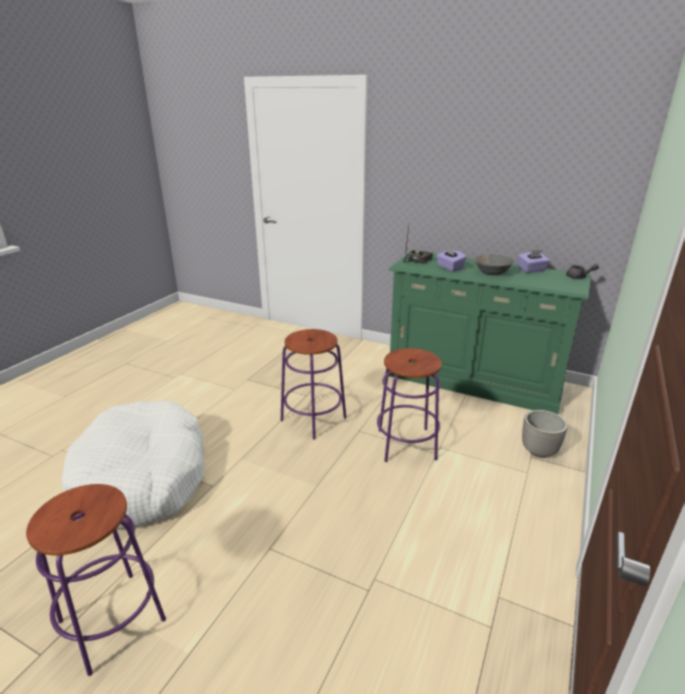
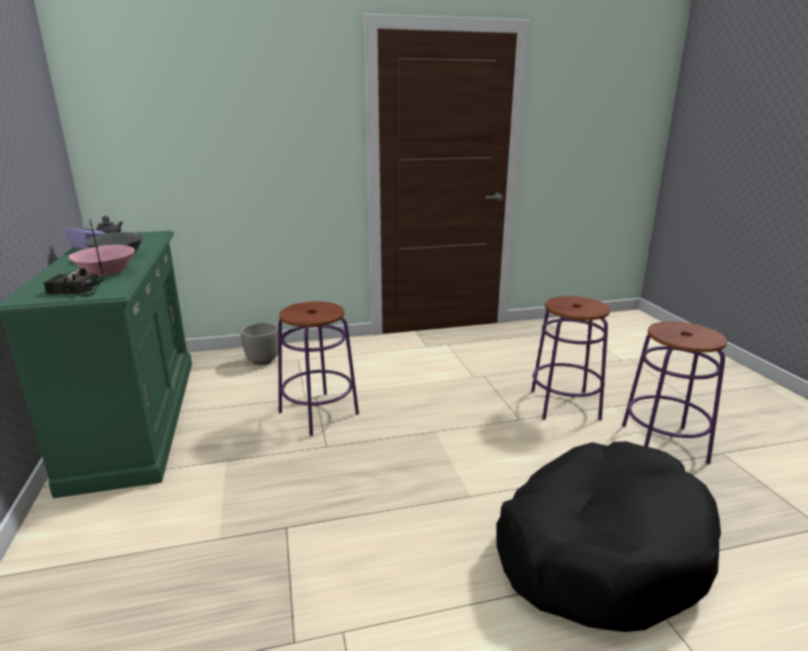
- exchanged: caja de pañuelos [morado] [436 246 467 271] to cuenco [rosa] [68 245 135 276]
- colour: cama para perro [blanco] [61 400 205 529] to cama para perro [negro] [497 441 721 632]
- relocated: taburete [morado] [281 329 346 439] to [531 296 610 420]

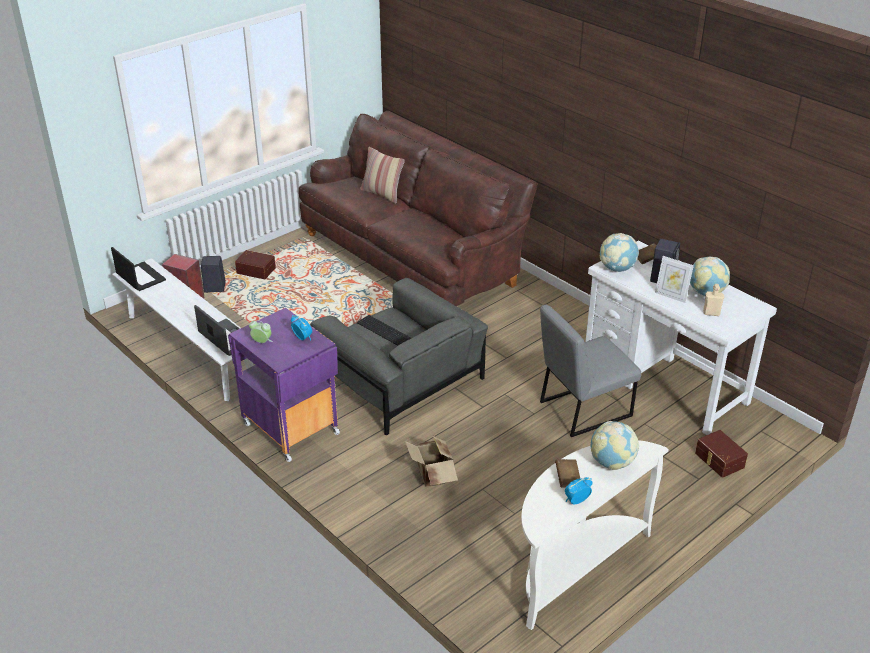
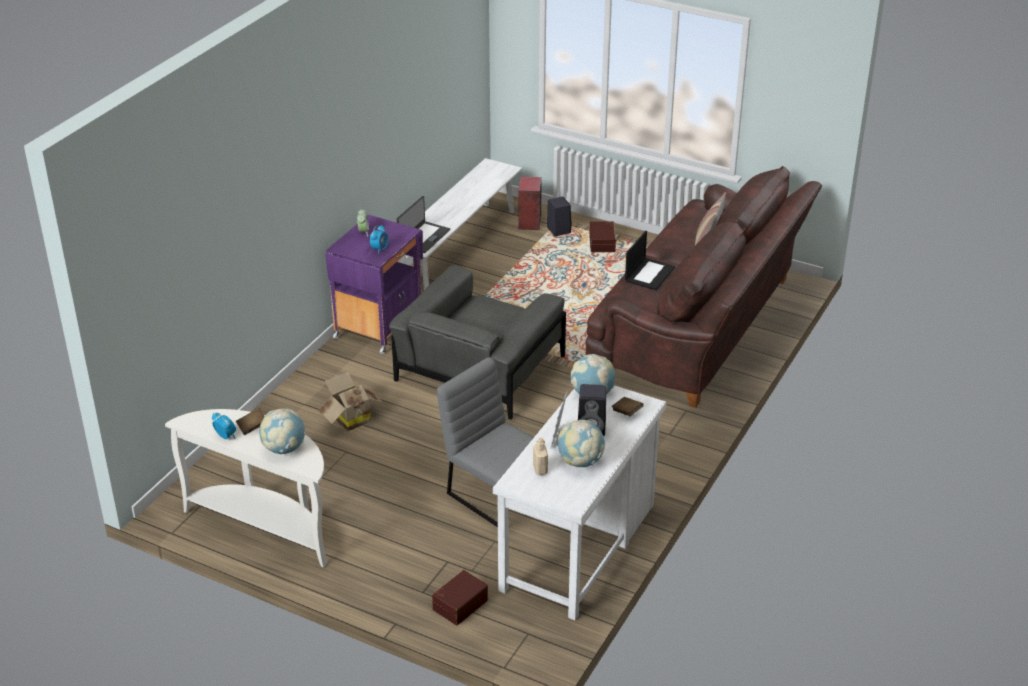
- relocated: portátil [111 247 166 291] to [625 231 675 290]
- missing: teclado [357 315 411 346]

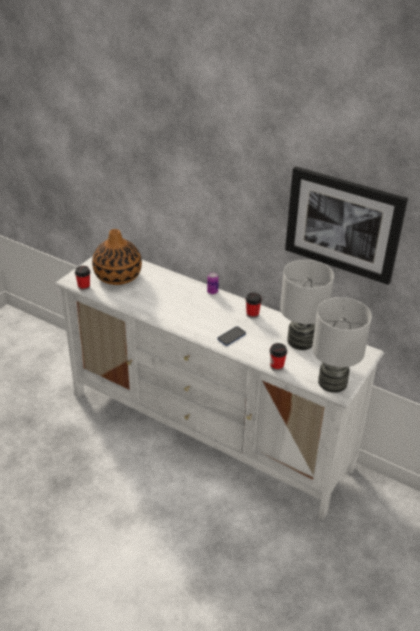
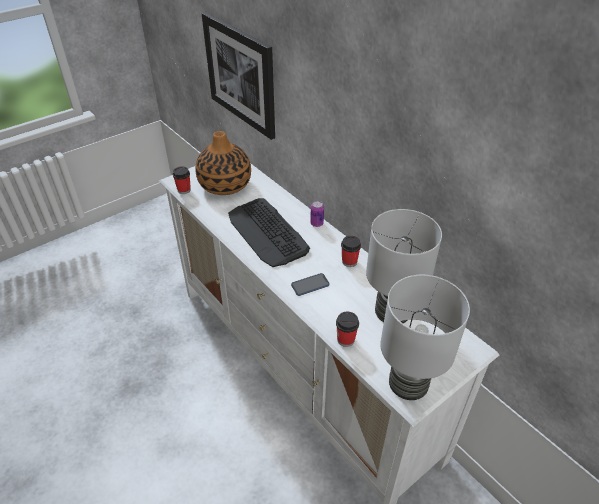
- relocated: cuadro [285 166 408 285] to [202 12 275 140]
- appeared: teclado [228 198 310 267]

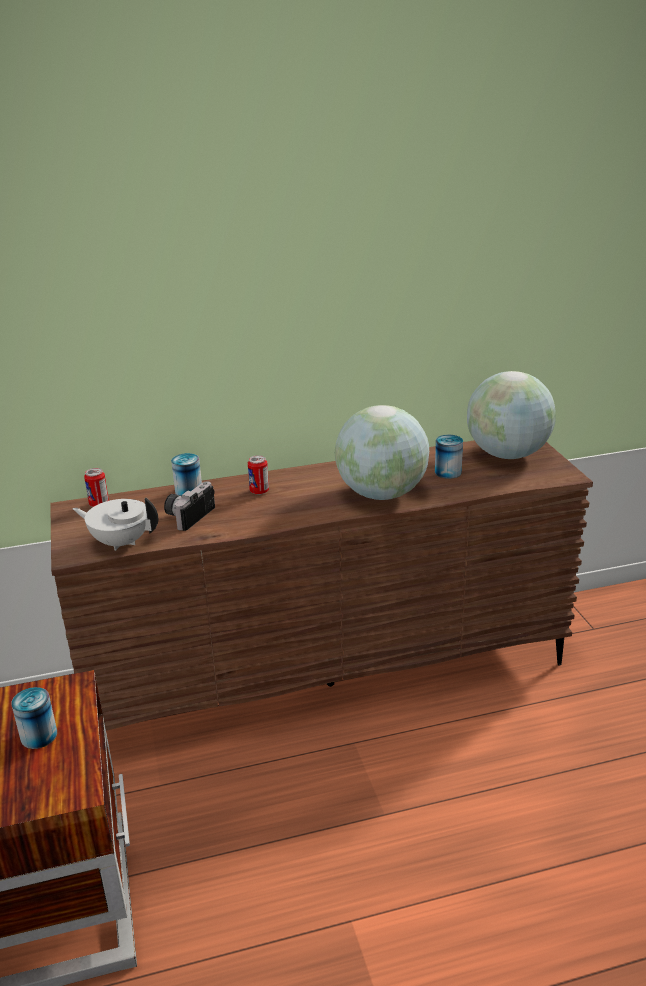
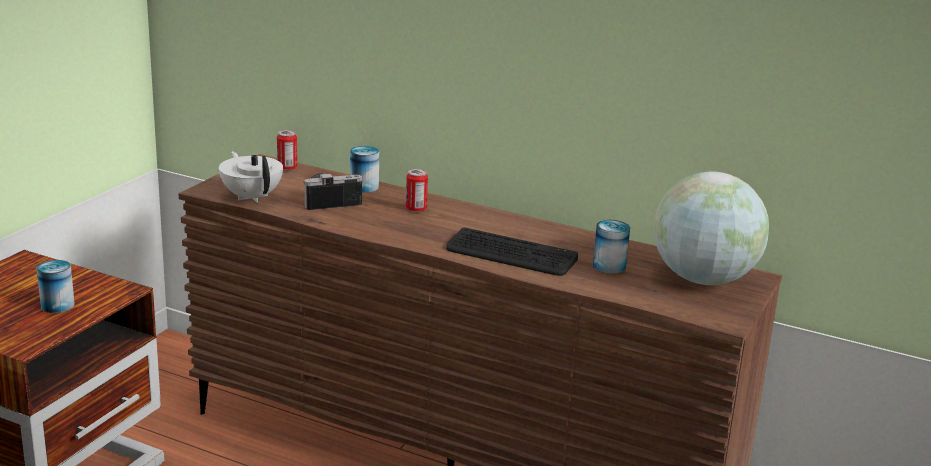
- exchanged: globo terráqueo [335 405 429 500] to teclado [446 228 578 276]

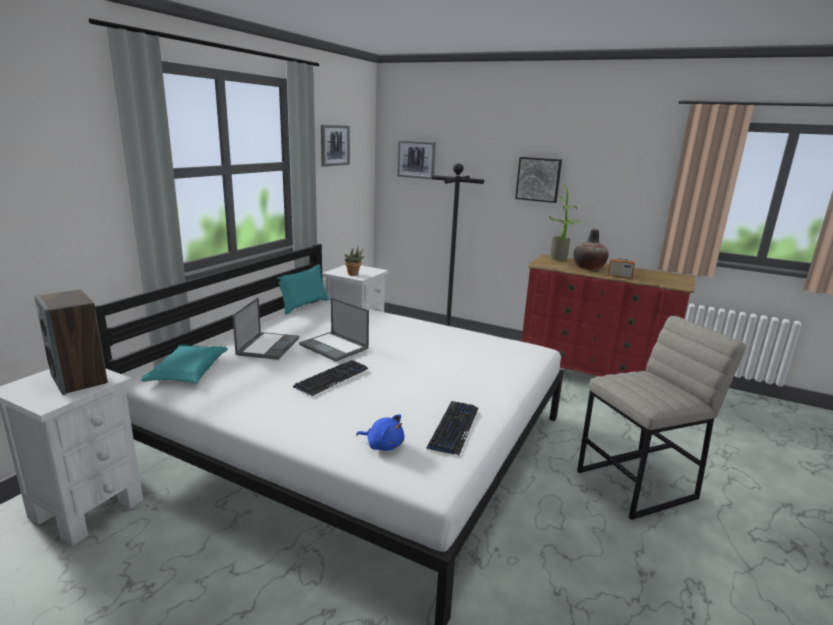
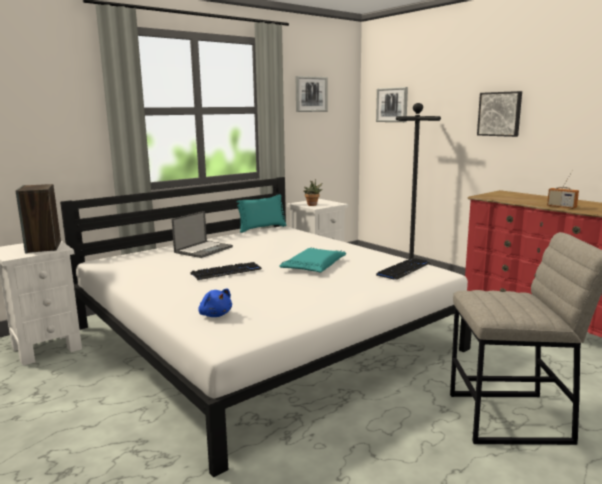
- relocated: cojín [turquesa] [141 344 228 384] to [279 248 346 273]
- relocated: teclado [427 401 478 455] to [376 258 430 280]
- missing: portátil [299 297 369 361]
- missing: planta en maceta [549 184 587 261]
- missing: florero [574 229 609 270]

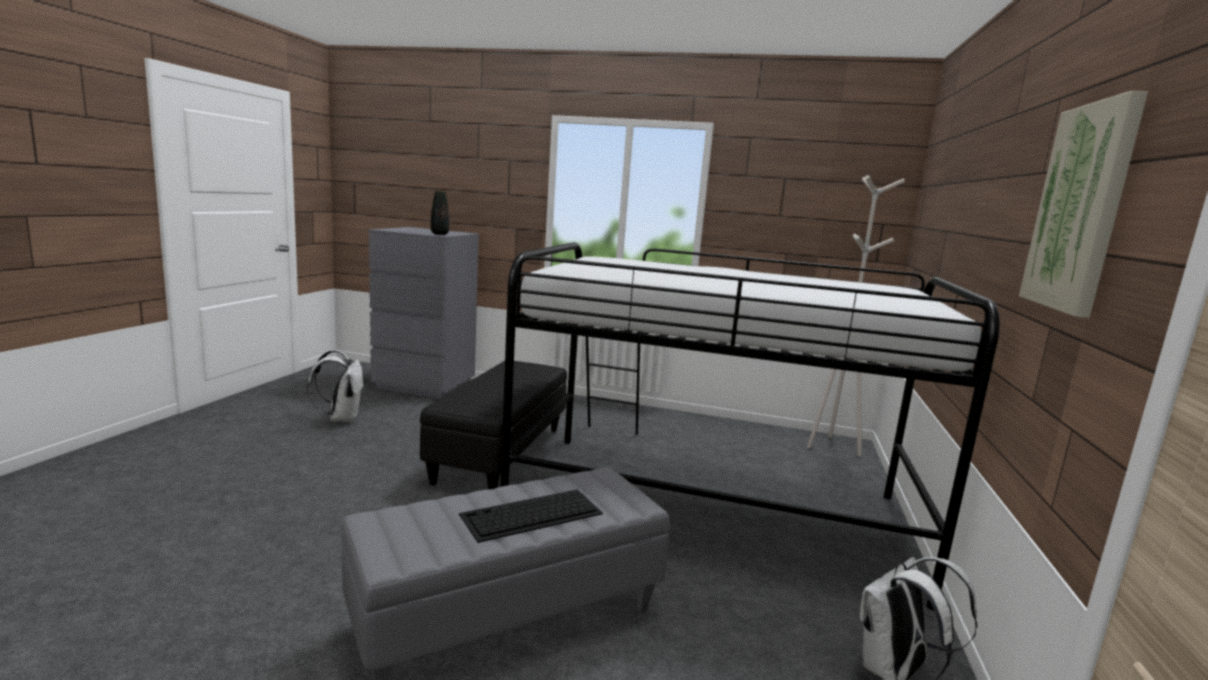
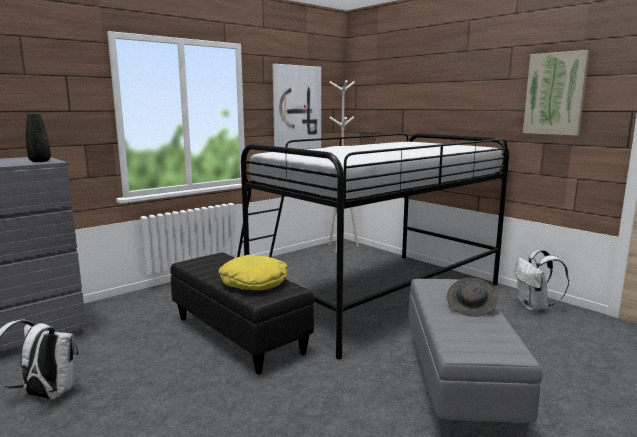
- appeared: cojín [amarillo] [219 255 288 290]
- appeared: cuadro [273 64 321 149]
- exchanged: teclado [459 489 603 543] to sombrero [gris] [447 278 498 317]

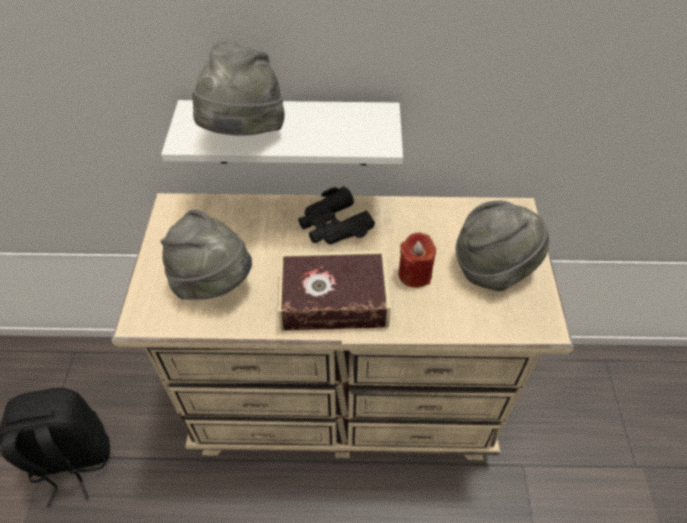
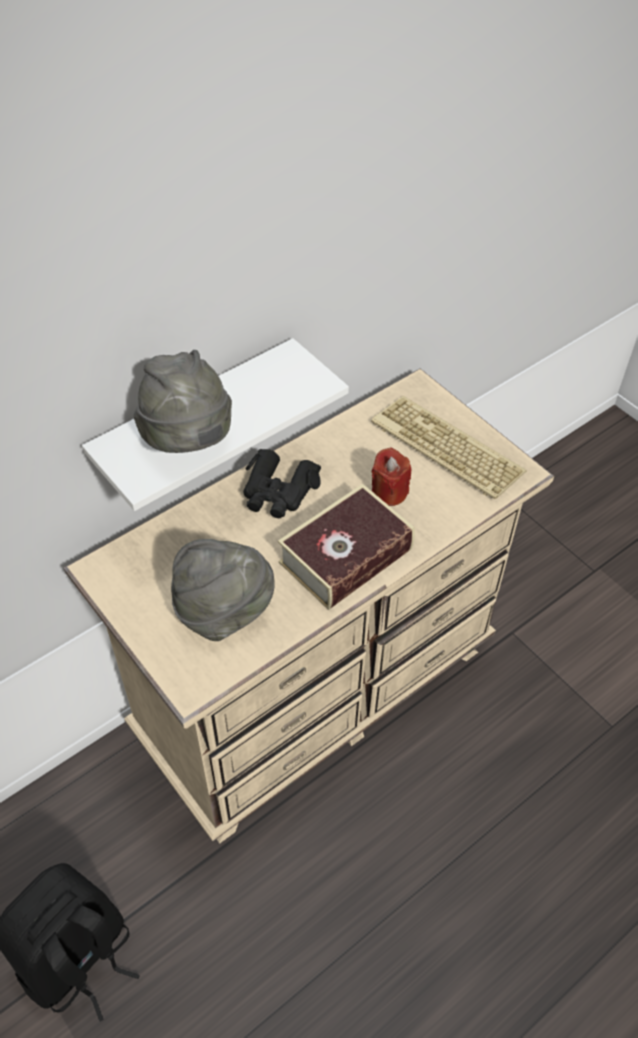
- exchanged: sombrero [gris] [456 200 549 291] to teclado [371 396 527 499]

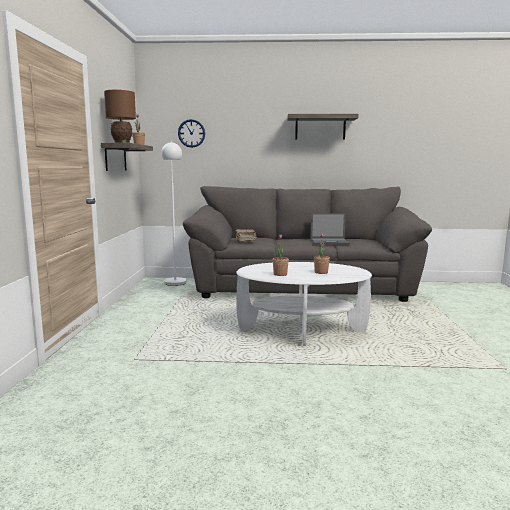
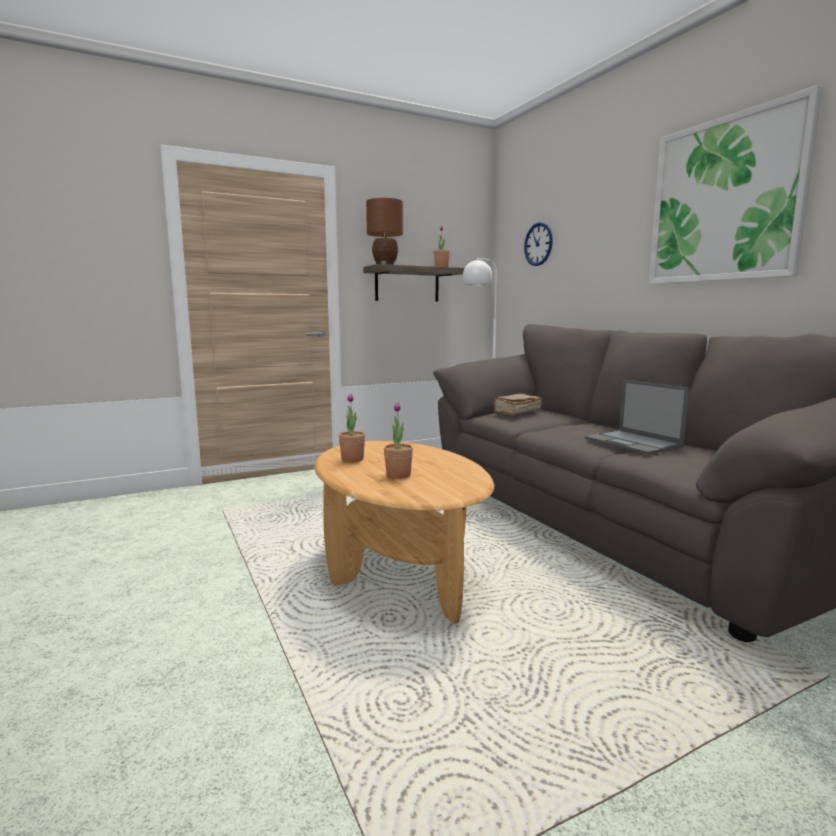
- colour: mesa de centro [blanco] [236 262 372 346] to mesa de centro [marrón] [314 441 494 624]
- exchanged: estante [287 114 359 140] to cuadro [649 85 823 284]

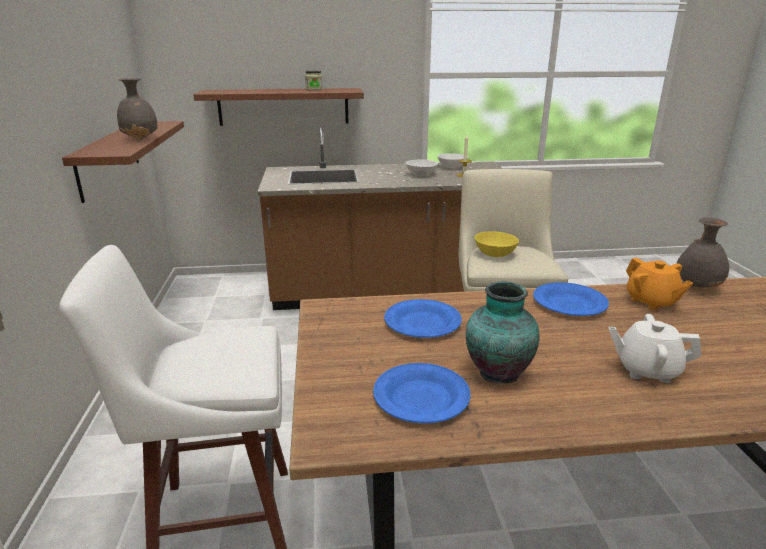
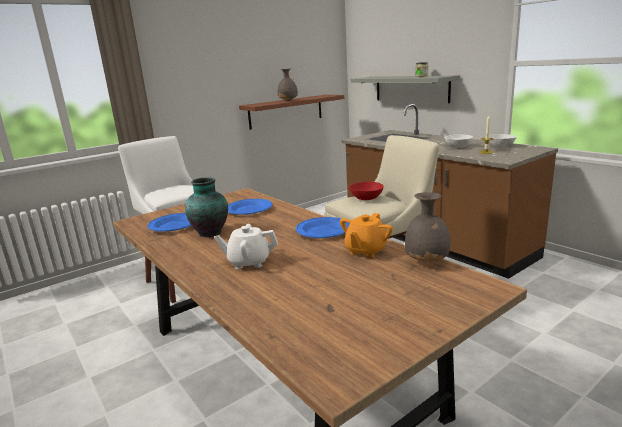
- spun: tetera [blanco] [608 314 701 383] = [214 224 278 269] 75 degrees counterclockwise
- colour: cuenco [amarillo] [475 231 519 257] to cuenco [rojo] [349 182 384 200]
- colour: estante [marrón] [193 88 364 126] to estante [gris] [351 75 460 103]

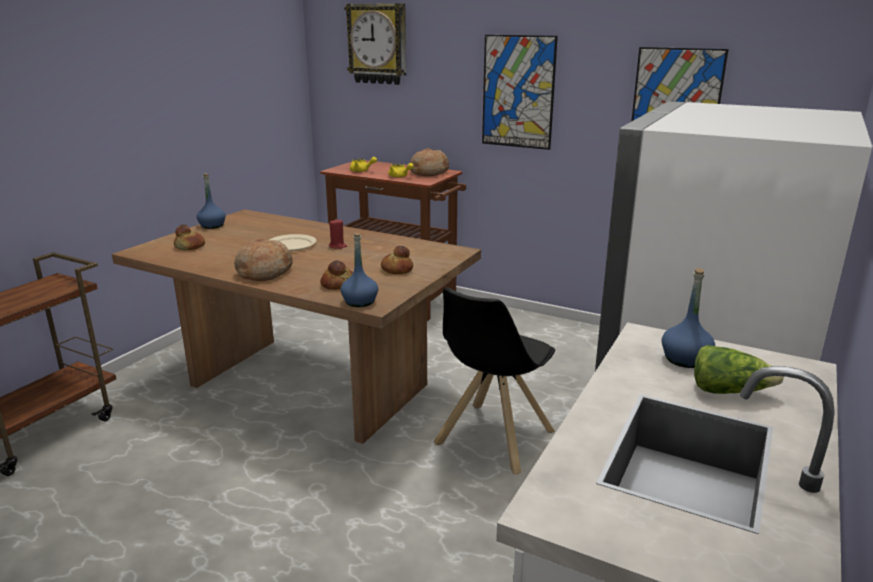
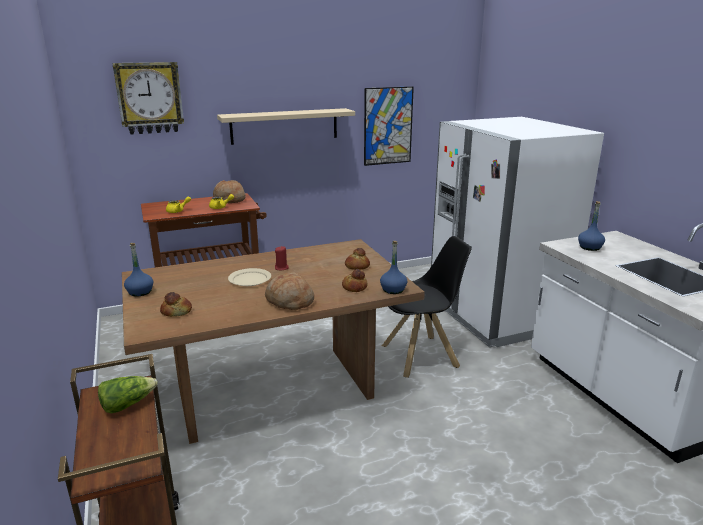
- relocated: lechuga [694 345 784 394] to [98 376 158 413]
- exchanged: cuadro [482 35 558 150] to estante [beis] [217 108 355 145]
- spun: silla [negro] [434 287 555 474] = [382 236 472 378] 90 degrees counterclockwise

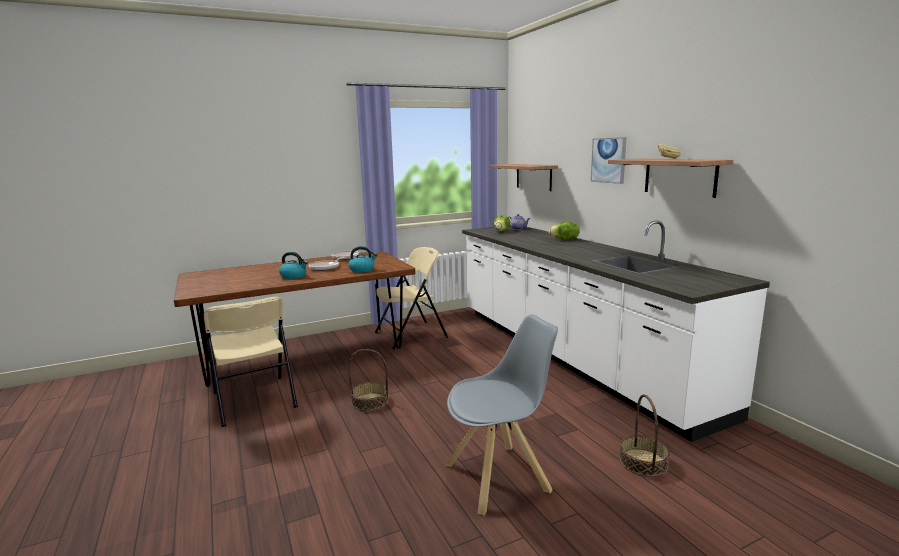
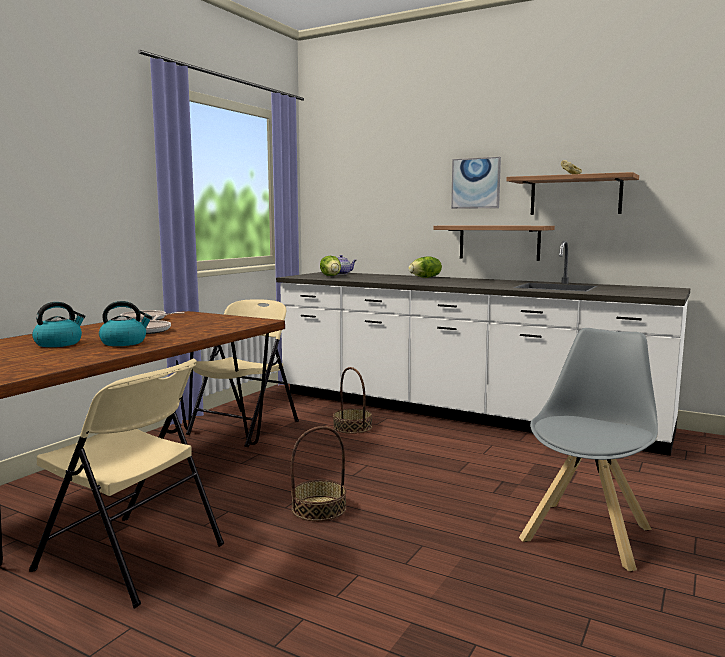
- relocated: hervidor [349 246 378 273] to [32 302 86 347]
- relocated: cesta [619 394 670 477] to [333 367 372 434]
- relocated: estante [489 164 558 191] to [433 225 555 261]

